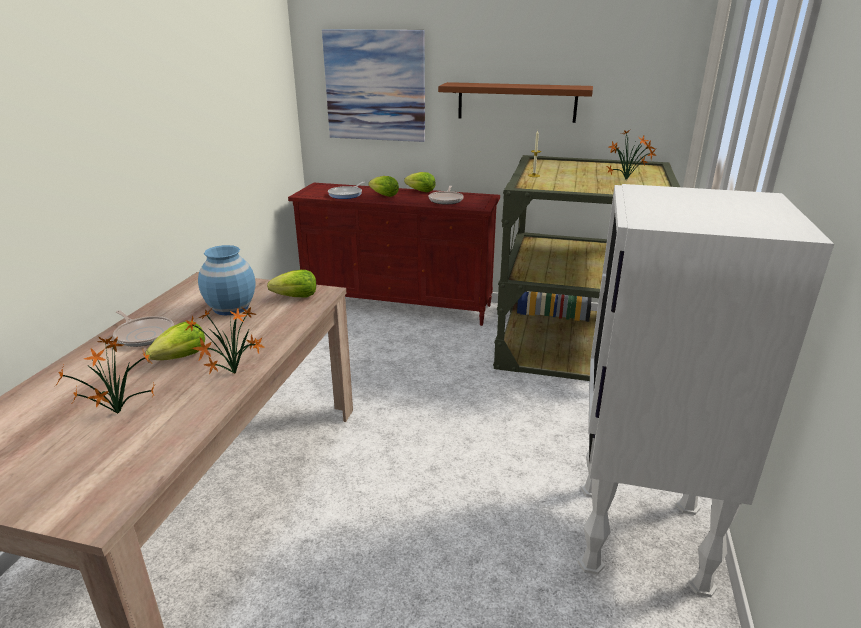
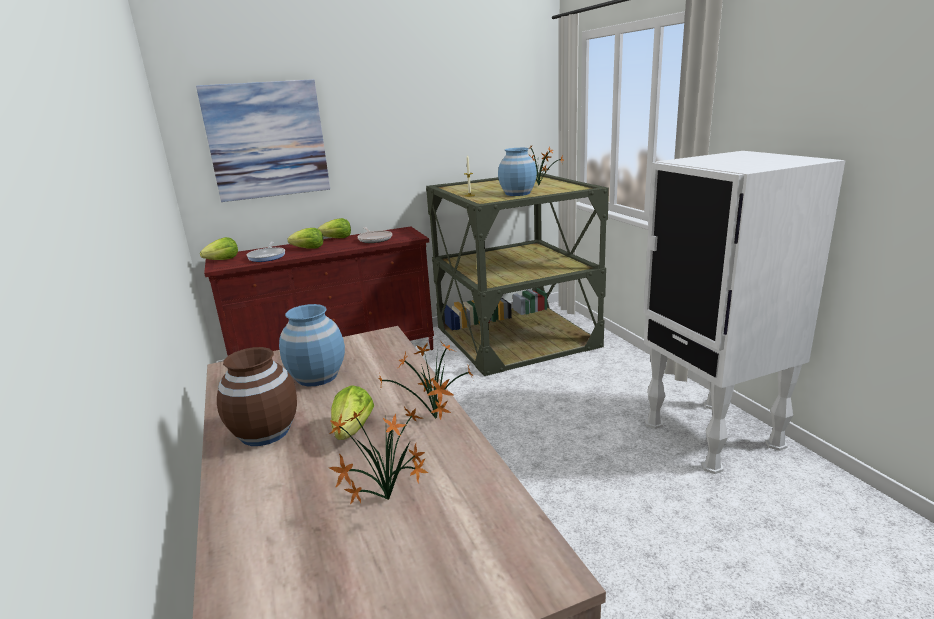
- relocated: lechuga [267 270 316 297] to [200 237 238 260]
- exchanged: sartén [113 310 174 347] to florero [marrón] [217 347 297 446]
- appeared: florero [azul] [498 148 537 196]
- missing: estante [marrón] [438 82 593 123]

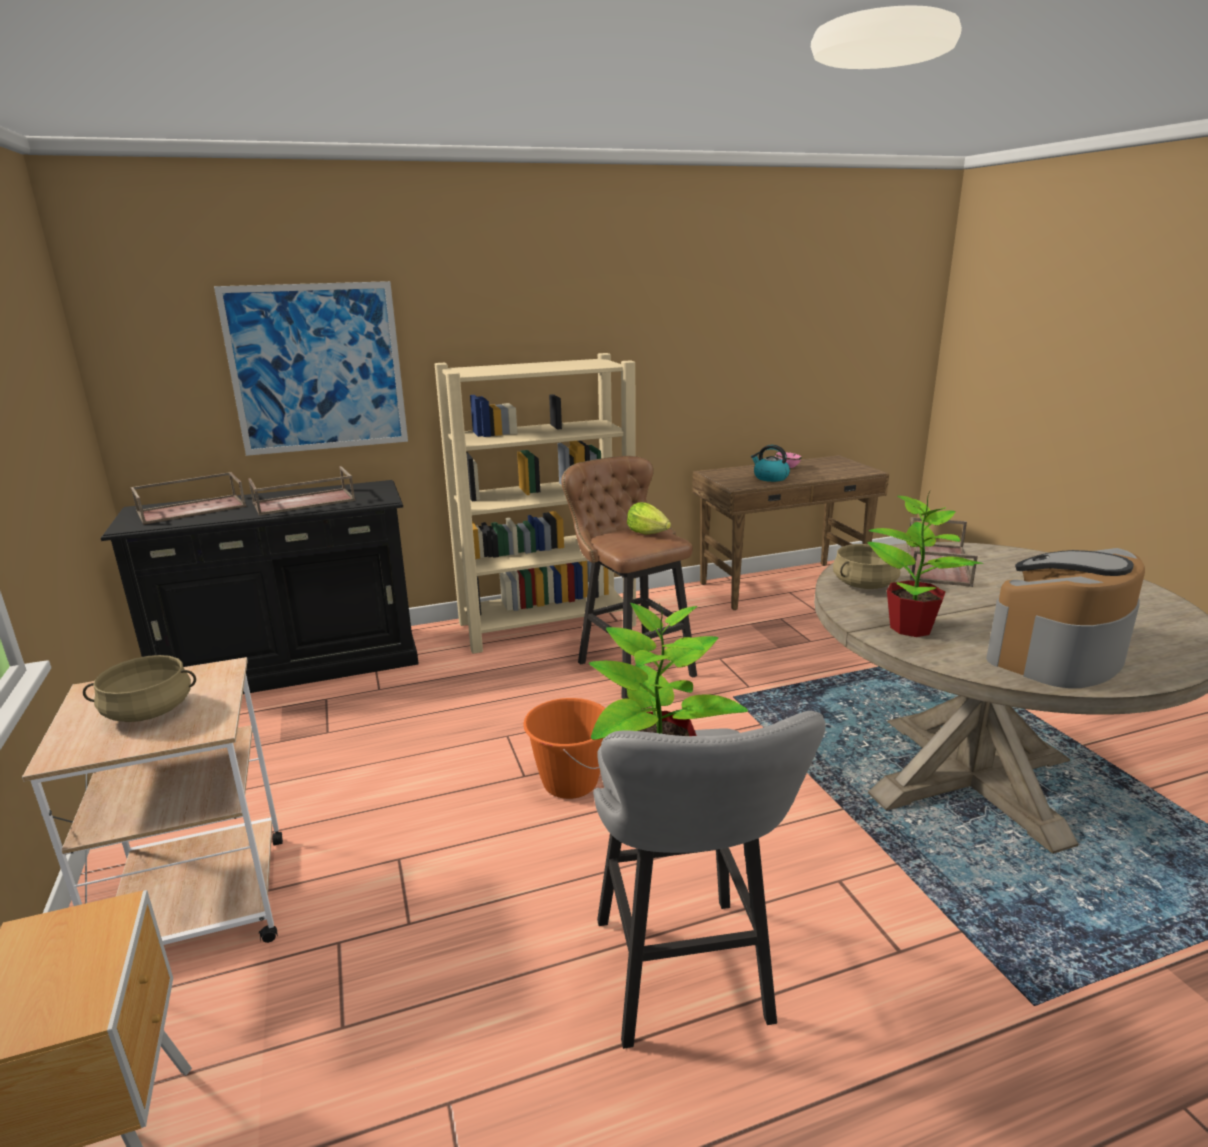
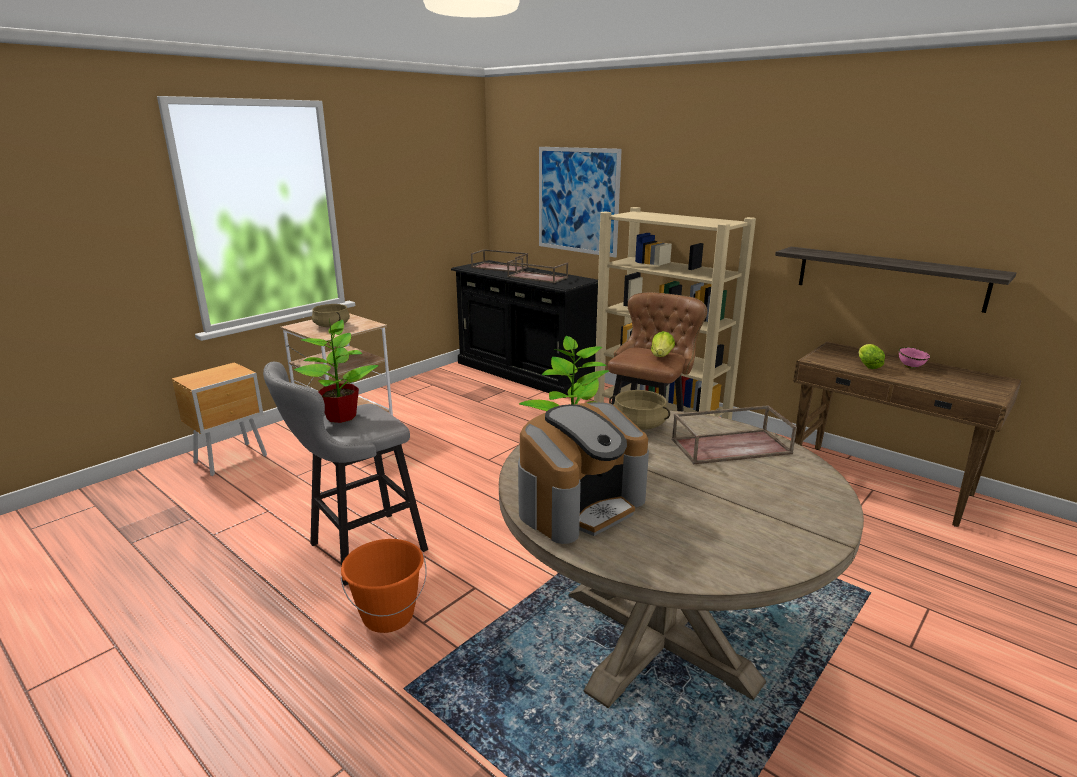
- relocated: cubo [naranja] [523 698 605 799] to [341 539 427 633]
- spun: cafetera [986 548 1145 688] = [518 402 649 544] 120 degrees clockwise
- appeared: estante [775 247 1016 313]
- exchanged: hervidor [751 445 790 482] to lechuga [859 344 885 369]

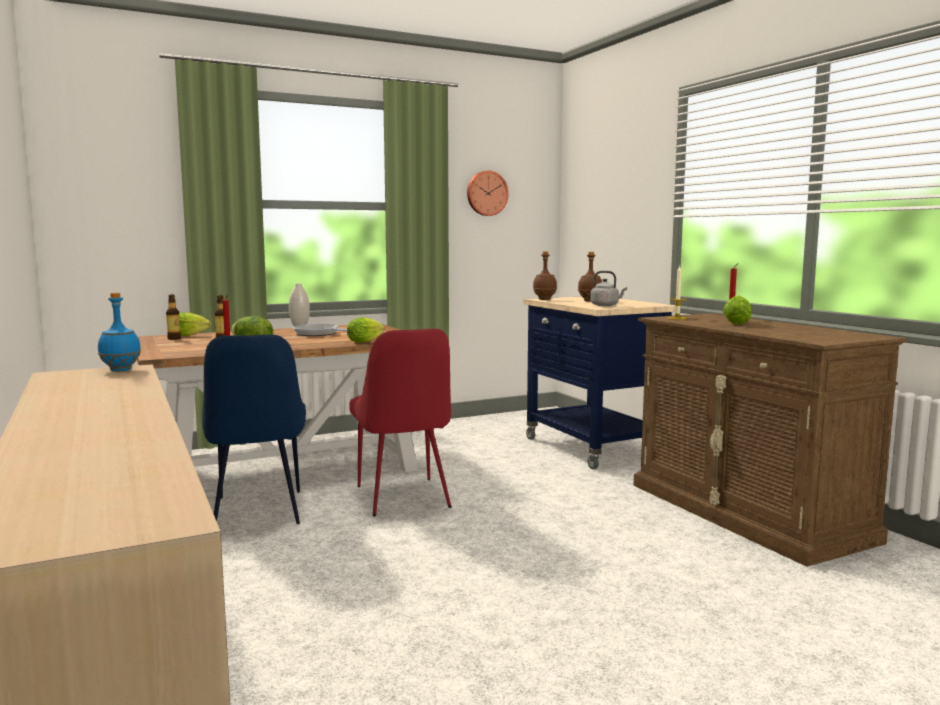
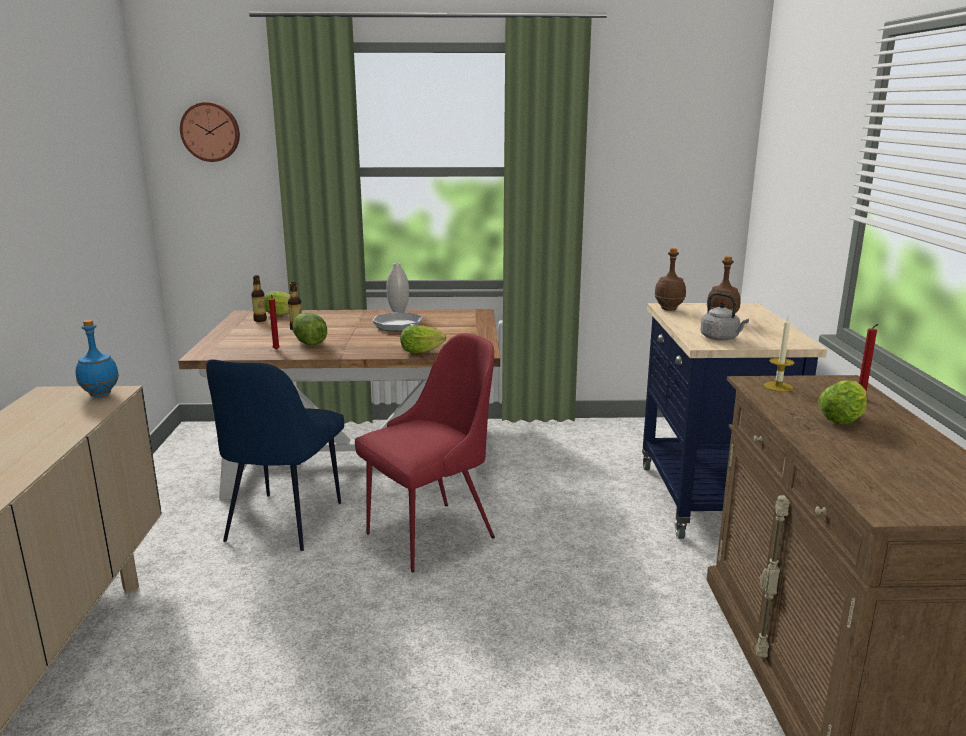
- relocated: reloj de pared [467 171 509 216] to [180 102 240 162]
- spun: silla [rojo] [349 329 451 517] = [355 333 495 572] 135 degrees counterclockwise

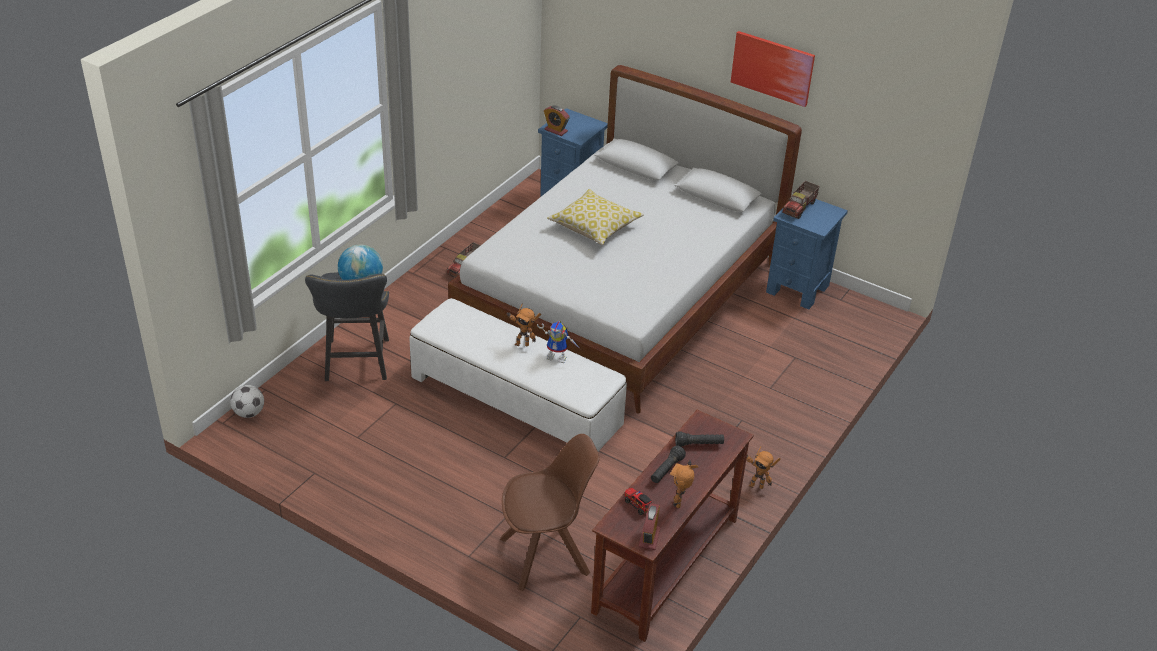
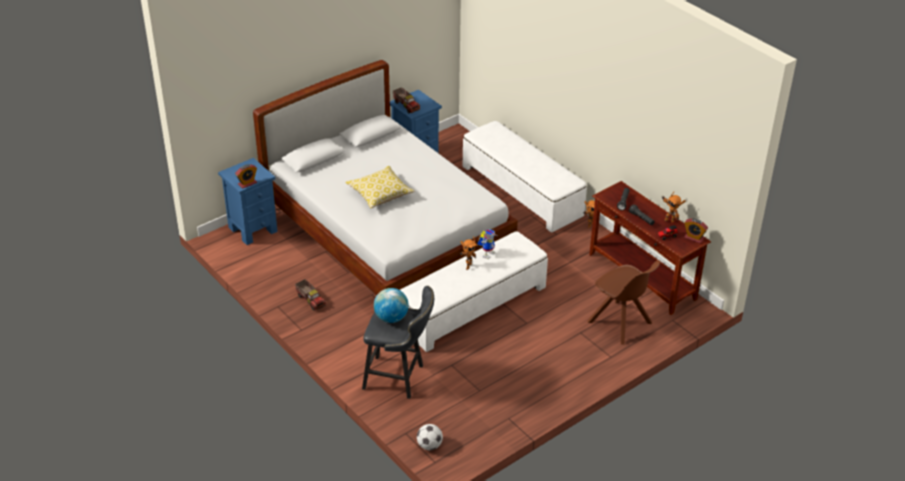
- appeared: banco [blanco] [463 121 587 233]
- spun: silla [marrón] [500 434 600 591] = [587 260 660 345] 135 degrees clockwise
- missing: cuadro [731 31 815 107]

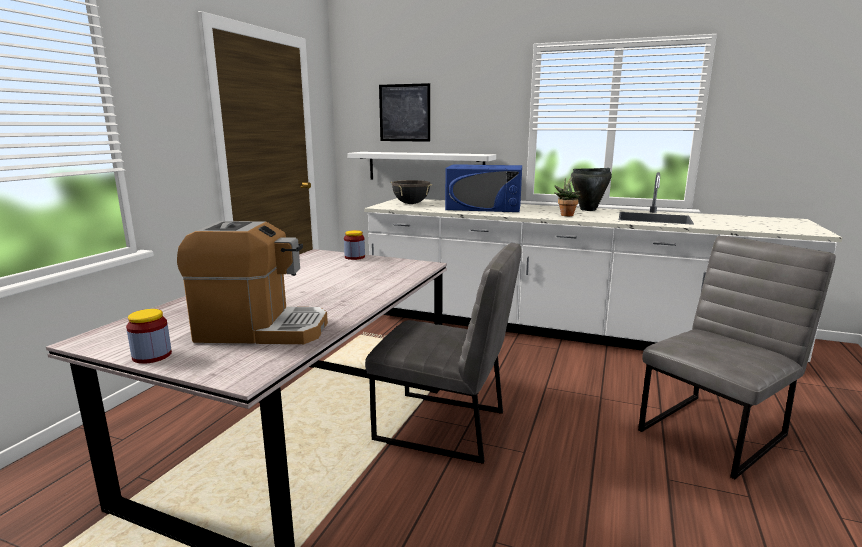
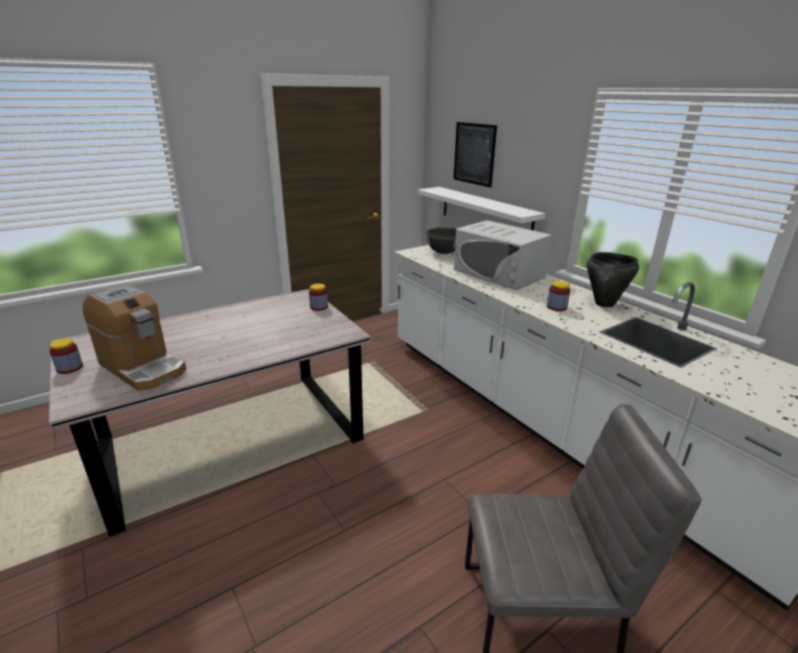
- colour: microondas [azul] [445 164 522 212] to microondas [blanco] [454 220 552 290]
- exchanged: planta en maceta [554 177 581 216] to tarro [547 281 570 311]
- missing: silla [gris] [365 243 522 464]

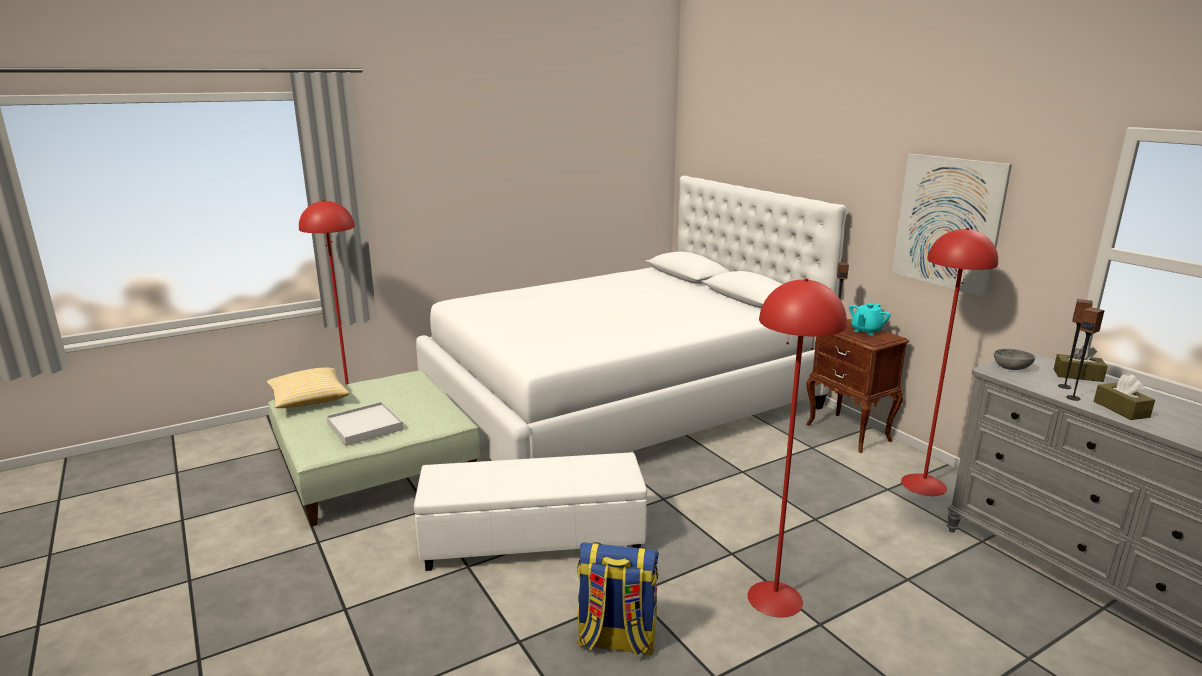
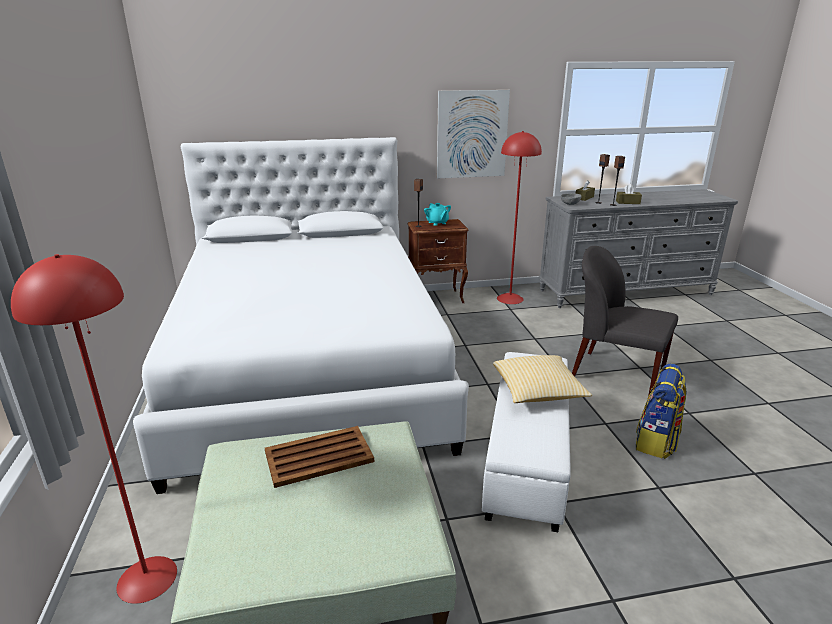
- appeared: bandeja [marrón] [265 426 374 488]
- relocated: cojín [267 368 349 408] to [493 355 592 403]
- exchanged: lámpara de pie [rojo] [748 278 847 617] to silla [gris] [572 246 678 397]
- missing: bandeja [blanco] [326 402 404 446]

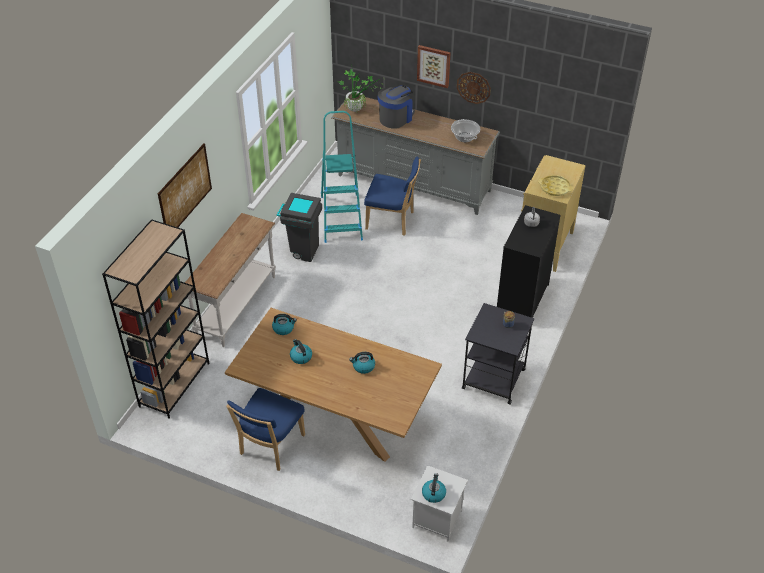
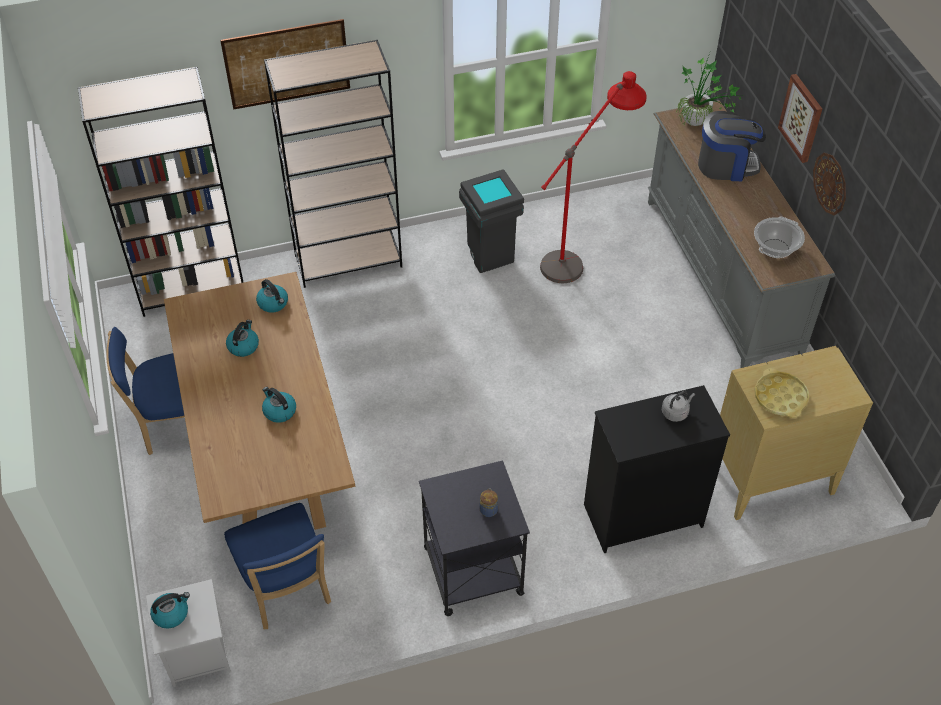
- relocated: silla [azul] [364 156 421 236] to [224 503 331 629]
- exchanged: mesa consola [blanco] [185 213 276 347] to estantería [beis] [264 40 402 288]
- exchanged: escalera de tijera [turquesa] [321 111 363 243] to lámpara de pie [rojo] [540 71 647 283]

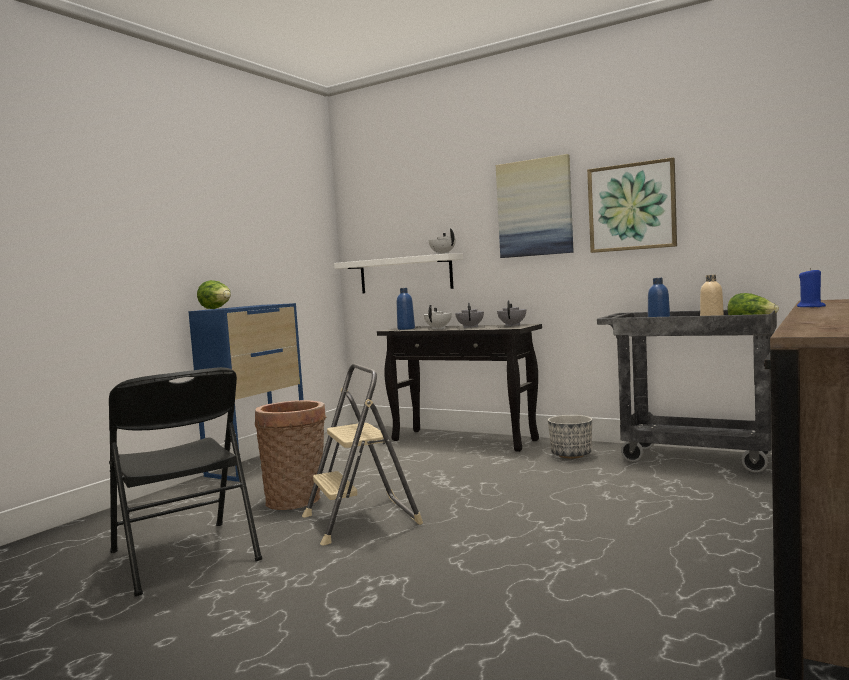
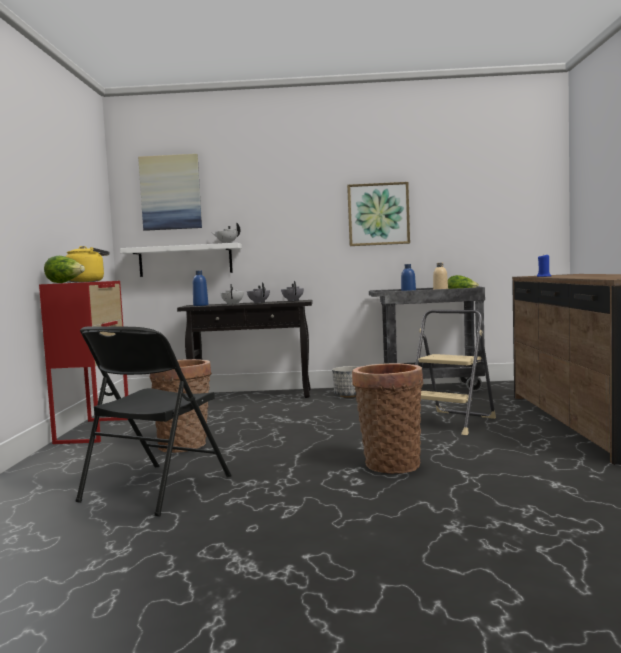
- colour: armario [azul] [188 303 304 482] to armario [rojo] [39 281 128 444]
- appeared: hervidor [amarillo] [65 246 110 282]
- spun: silla [negro] [109 367 262 596] = [76 326 232 517] 90 degrees clockwise
- relocated: cuadro [496 154 574 258] to [138 154 202 231]
- appeared: cesta [352 363 424 474]
- relocated: escalera de tijera [beis] [302 363 423 546] to [415 310 496 435]

